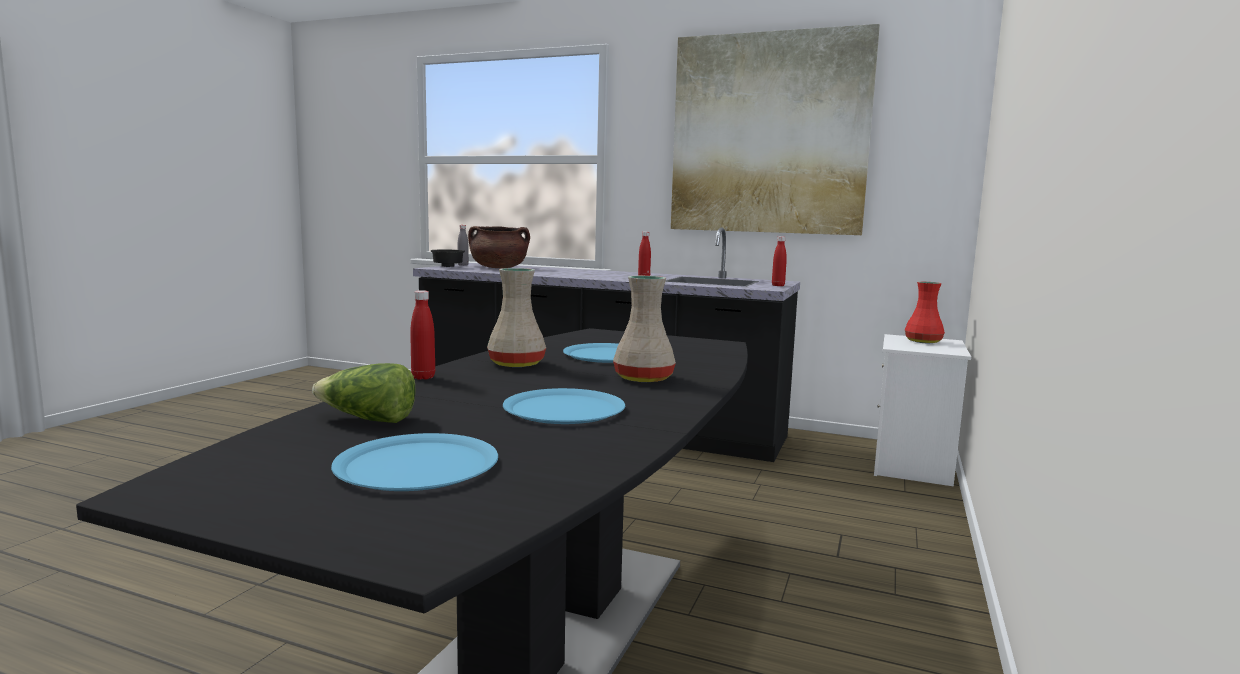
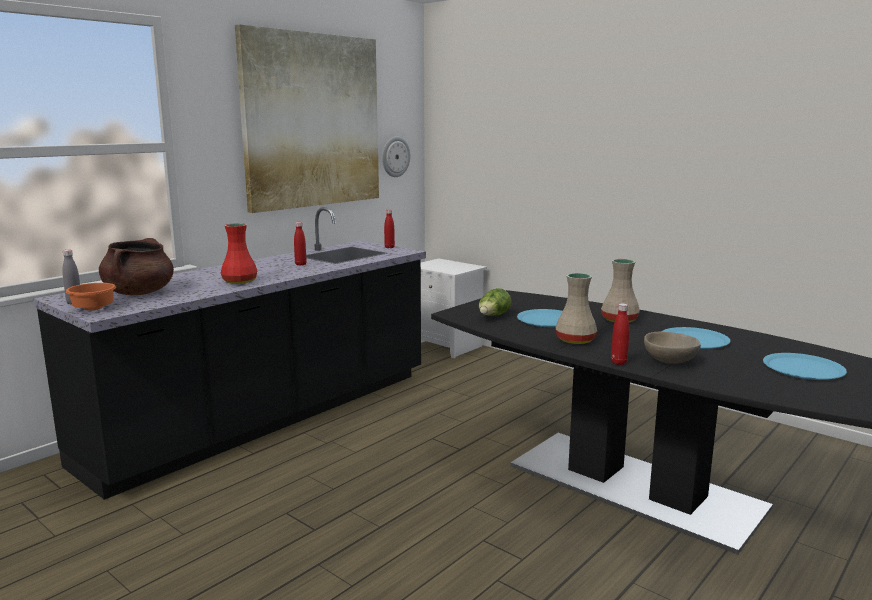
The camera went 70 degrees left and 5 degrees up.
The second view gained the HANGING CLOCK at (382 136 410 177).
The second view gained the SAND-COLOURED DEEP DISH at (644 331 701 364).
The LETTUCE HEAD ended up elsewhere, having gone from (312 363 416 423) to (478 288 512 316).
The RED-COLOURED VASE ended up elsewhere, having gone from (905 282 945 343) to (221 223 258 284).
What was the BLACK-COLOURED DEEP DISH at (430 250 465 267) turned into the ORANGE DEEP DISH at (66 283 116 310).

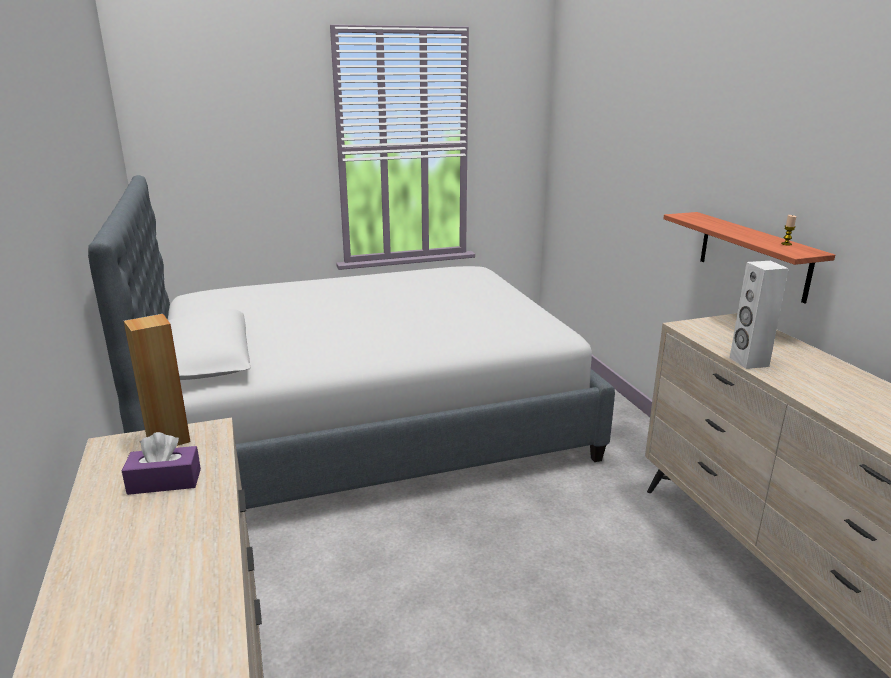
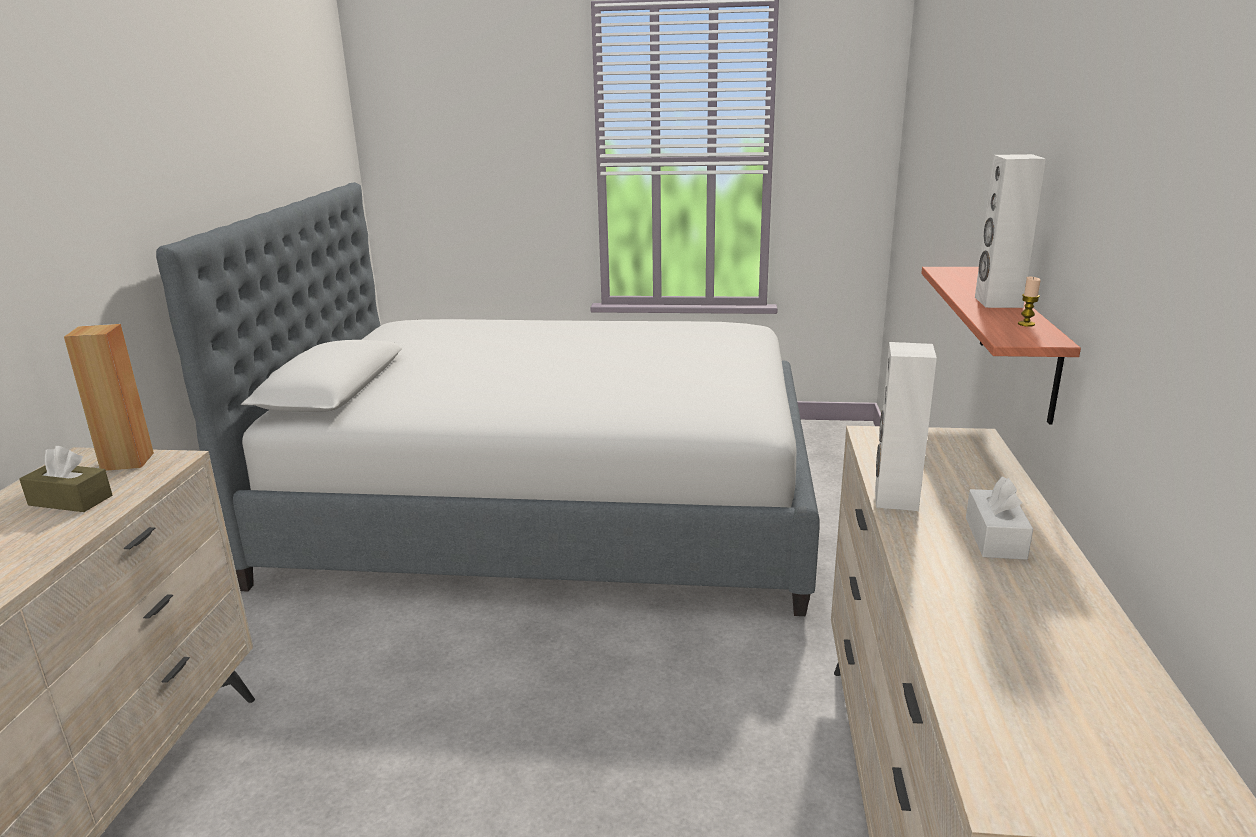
The camera went 25 degrees right and 0 degrees up.
The second view gained the WHITISH BOX OF TISSUES at (966 476 1033 560).
The second view gained the WHITISH AUDIO SPEAKER at (975 154 1046 308).
What was the PURPLE-COLOURED BOX OF TISSUES at (122 432 201 495) turned into the BROWNISH BOX OF TISSUES at (19 446 112 512).

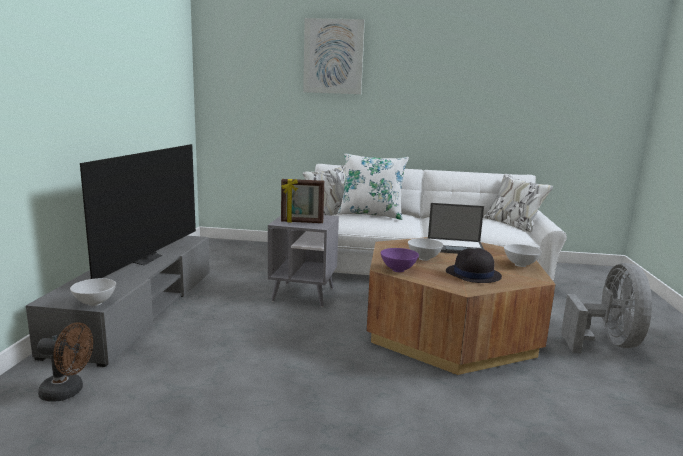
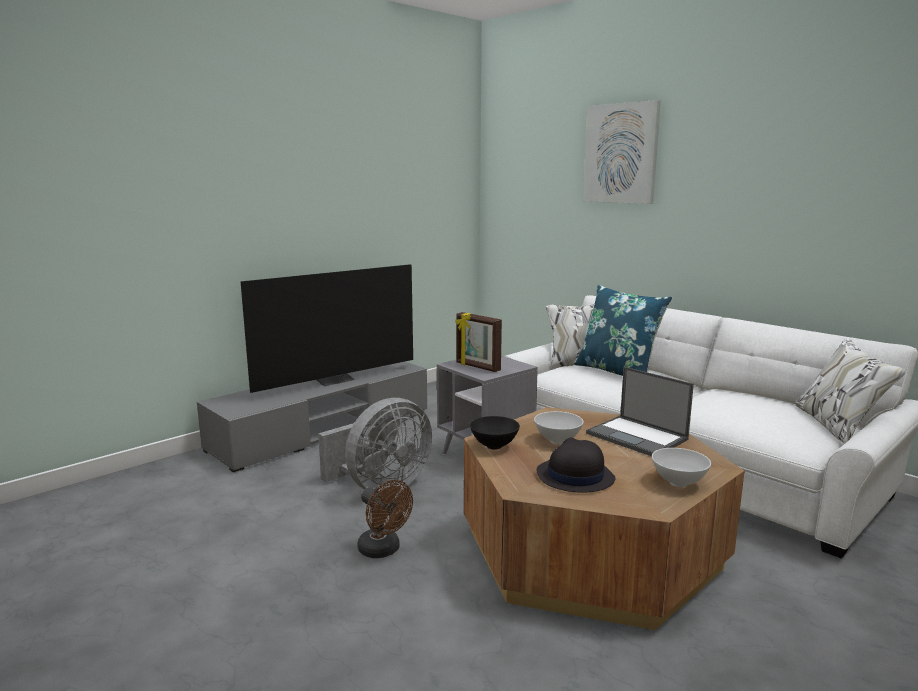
The camera went 40 degrees right and 0 degrees up.
The second view lost the WHITISH DEEP DISH at (70 278 116 306).
The BROWNISH FAN ended up elsewhere, having gone from (37 322 93 402) to (358 480 413 558).
The GRAY FAN ended up elsewhere, having gone from (561 263 652 353) to (318 398 432 491).
What was the WHITISH THROW PILLOW at (337 153 409 220) turned into the BLUISH THROW PILLOW at (574 285 672 376).
What was the PURPLE-COLOURED DEEP DISH at (381 248 419 272) turned into the BLACK-COLOURED DEEP DISH at (470 416 520 450).

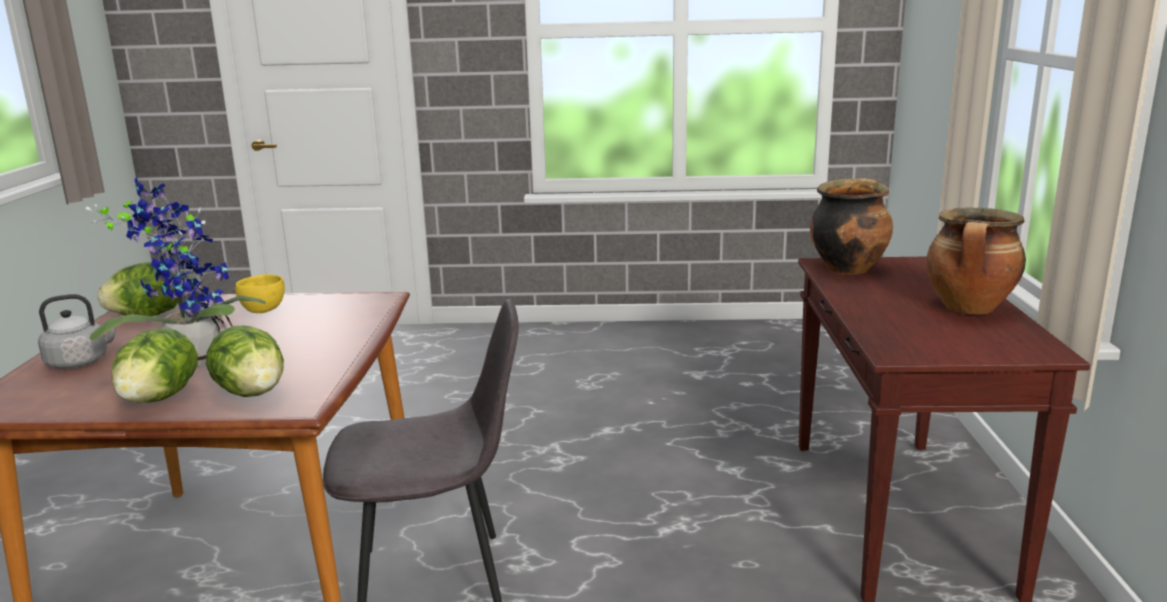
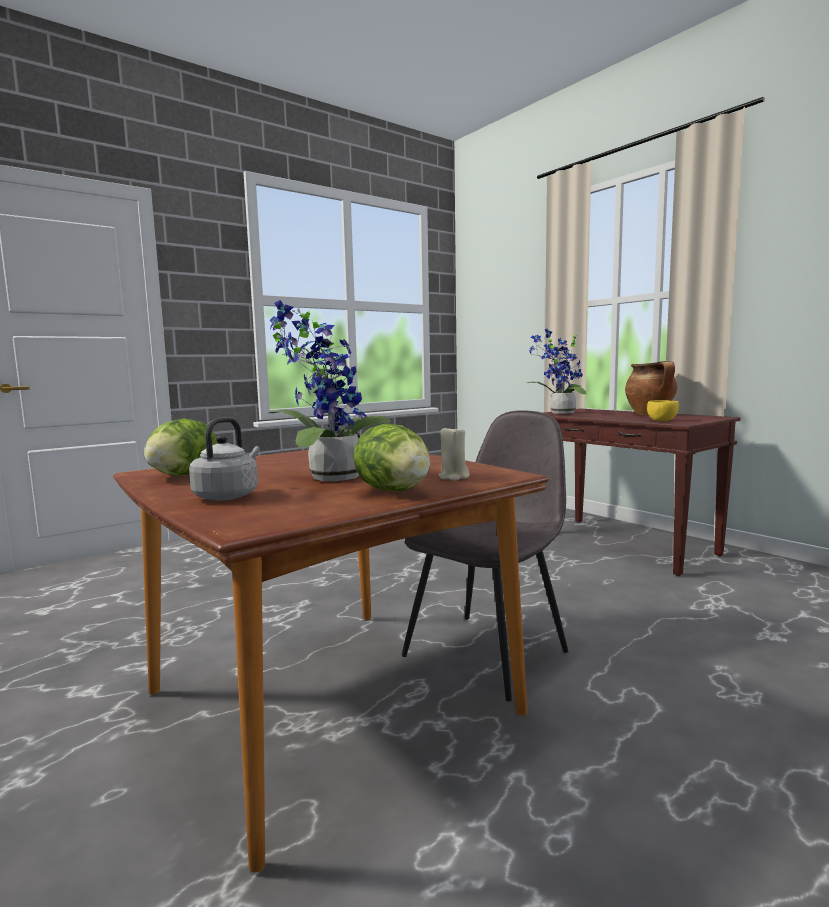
The camera went 40 degrees left and 10 degrees down.
The YELLOW DEEP DISH ended up elsewhere, having gone from (235 274 285 313) to (647 400 679 421).
Where the LETTUCE HEAD stood at (206 326 284 397), the SAND-COLOURED WAX LIGHT came to stand at (439 425 470 481).
Where the COOKING POT stood at (810 178 893 275), the PLANT IN A POT came to stand at (527 329 586 414).

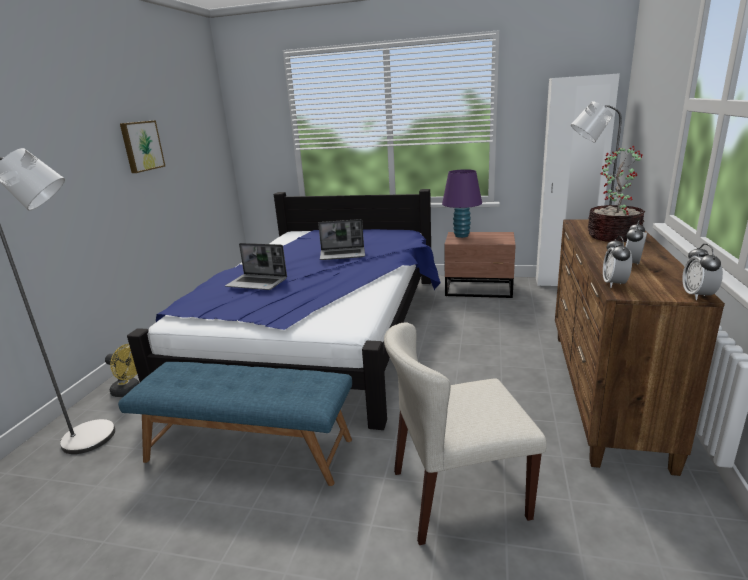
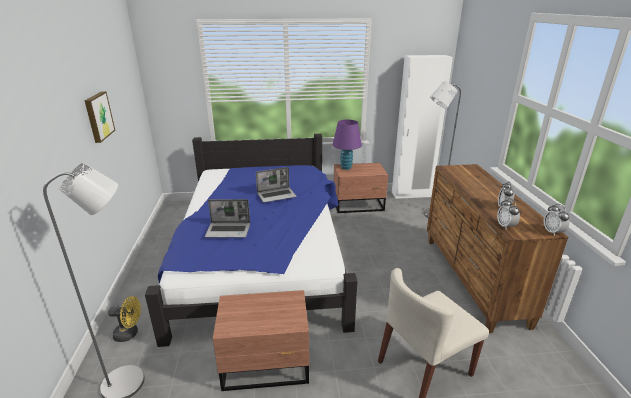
The camera went 20 degrees left and 5 degrees up.
The second view lost the PLANT IN A POT at (588 146 645 242).
Where the BLUISH INDOOR BENCH stood at (118 362 352 486), the BROWNISH NIGHT TABLE came to stand at (213 290 309 391).

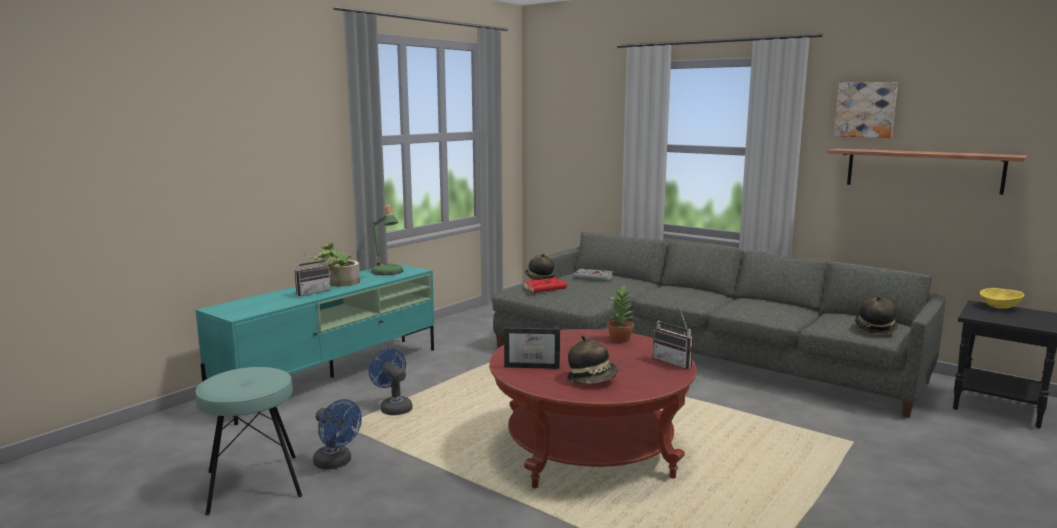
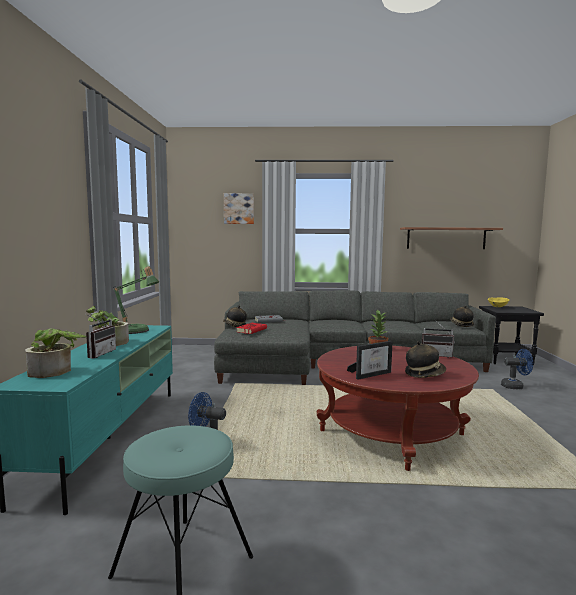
The camera went 35 degrees left and 5 degrees down.
The second view gained the PLANT IN A POT at (25 328 86 378).
The BLUISH FAN ended up elsewhere, having gone from (313 399 362 470) to (501 349 533 389).
The WALL PICTURE ended up elsewhere, having gone from (834 82 898 138) to (224 193 254 224).

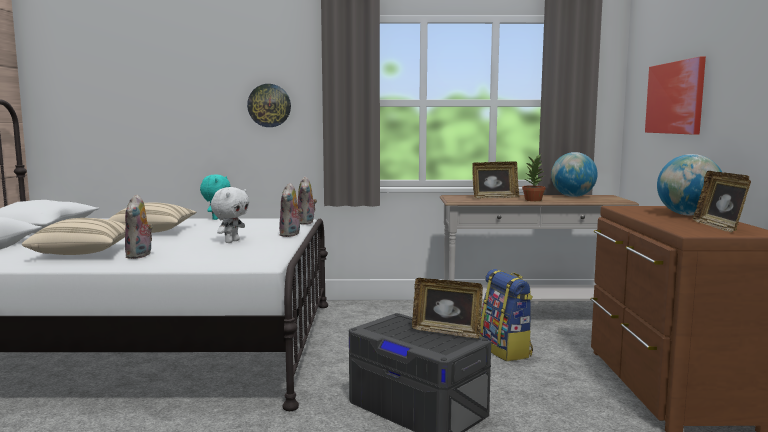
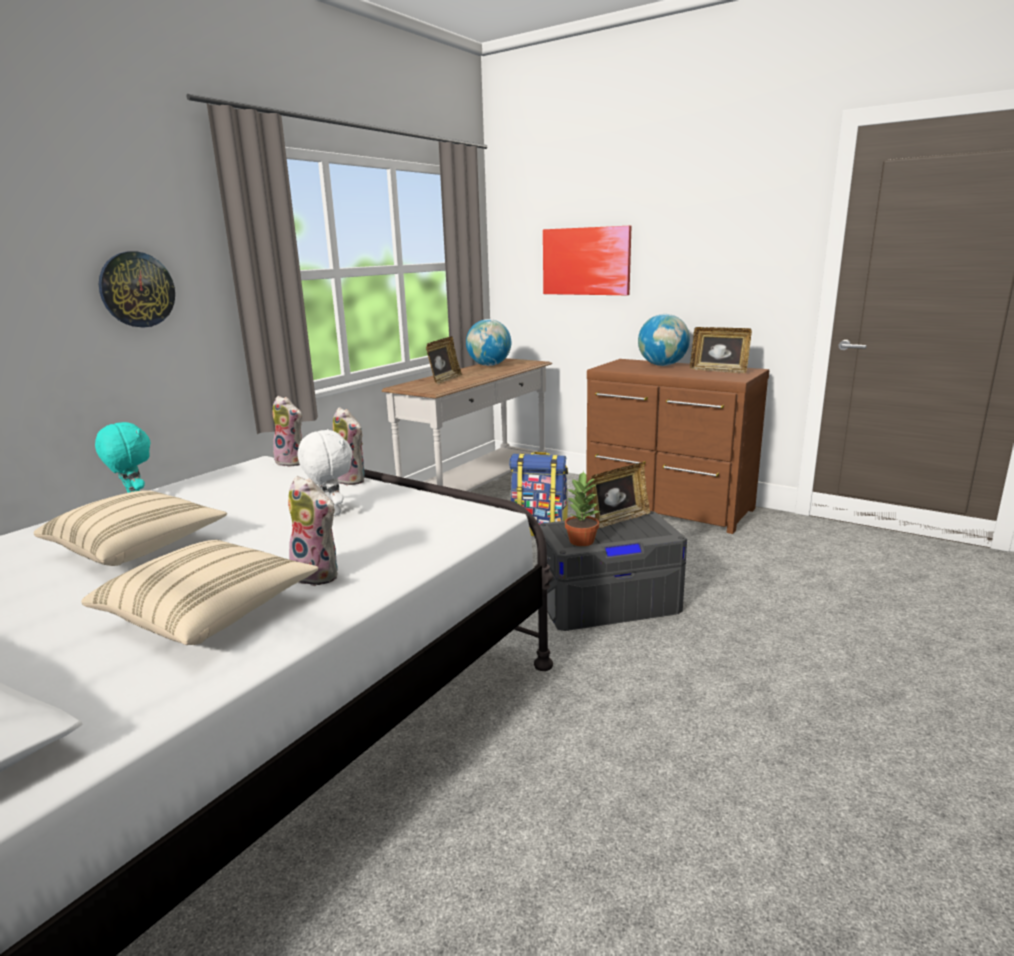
The camera went 55 degrees left and 10 degrees up.
The PLANT IN A POT ended up elsewhere, having gone from (522 154 546 201) to (565 471 600 546).

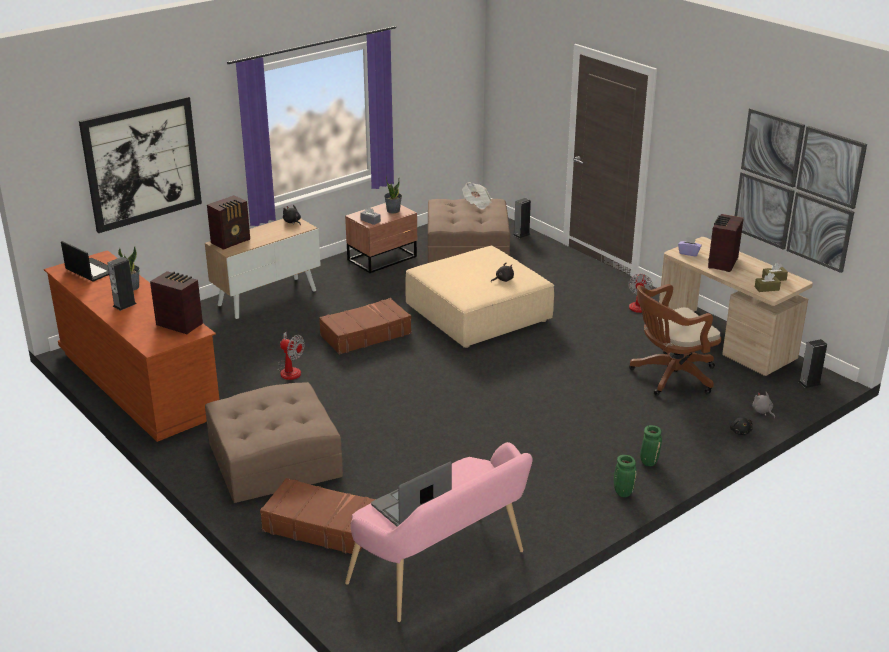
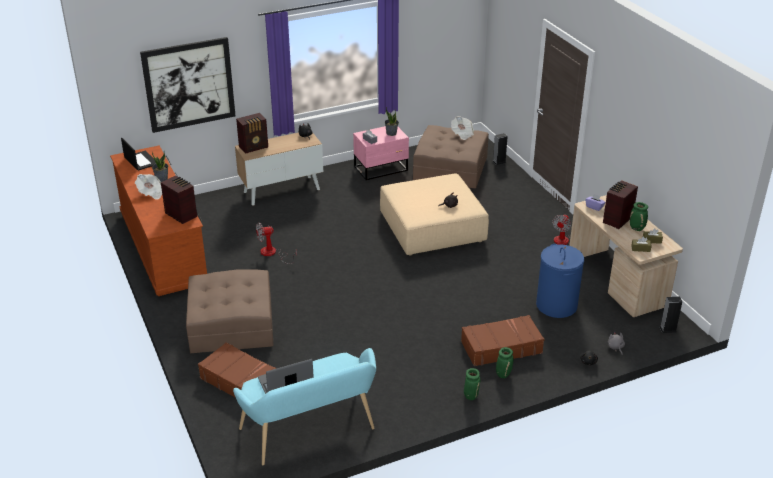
The camera went 15 degrees right and 5 degrees up.
The second view lost the WALL PICTURE at (735 108 867 273).
The second view gained the GREEN-COLOURED VASE at (630 202 648 231).
The BROWNISH TRAVEL CASE ended up elsewhere, having gone from (319 298 412 354) to (461 315 544 366).
Where the AUDIO SPEAKER stood at (107 257 137 311), the NEWSPAPER came to stand at (135 174 162 200).
Where the BROWNISH OFFICE CHAIR stood at (629 284 721 396), the BLUISH WASHING BASKET came to stand at (536 244 584 318).
What was the BROWNISH NIGHT TABLE at (345 203 417 273) turned into the PINKISH NIGHT TABLE at (353 126 409 180).
What was the PINKISH INDOOR BENCH at (345 442 533 622) turned into the BLUE-GREEN INDOOR BENCH at (233 348 376 465).
The FAN at (278 332 305 380) ended up facing another way, 120 degrees clockwise from before.

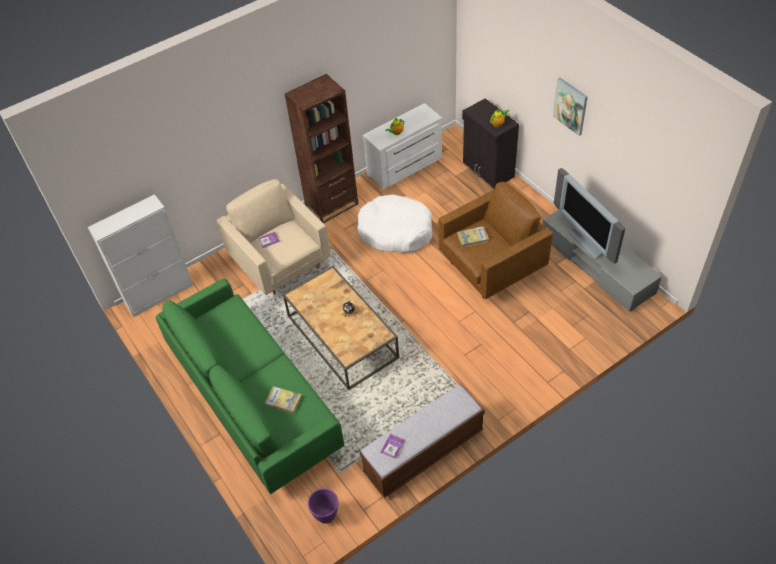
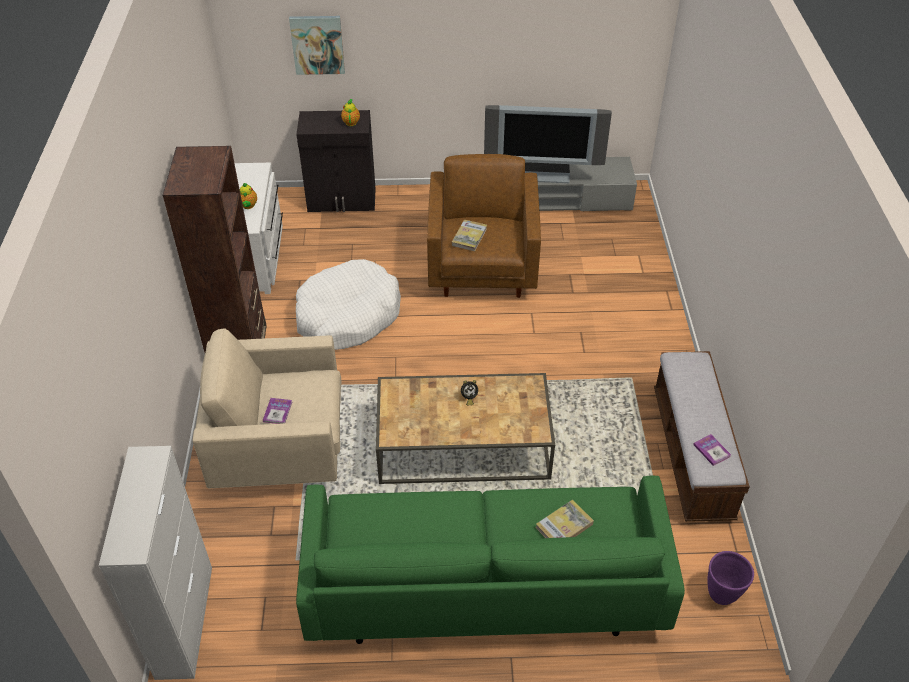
The camera went 60 degrees left and 5 degrees down.
The WALL PICTURE ended up elsewhere, having gone from (553 78 587 136) to (289 16 345 75).

